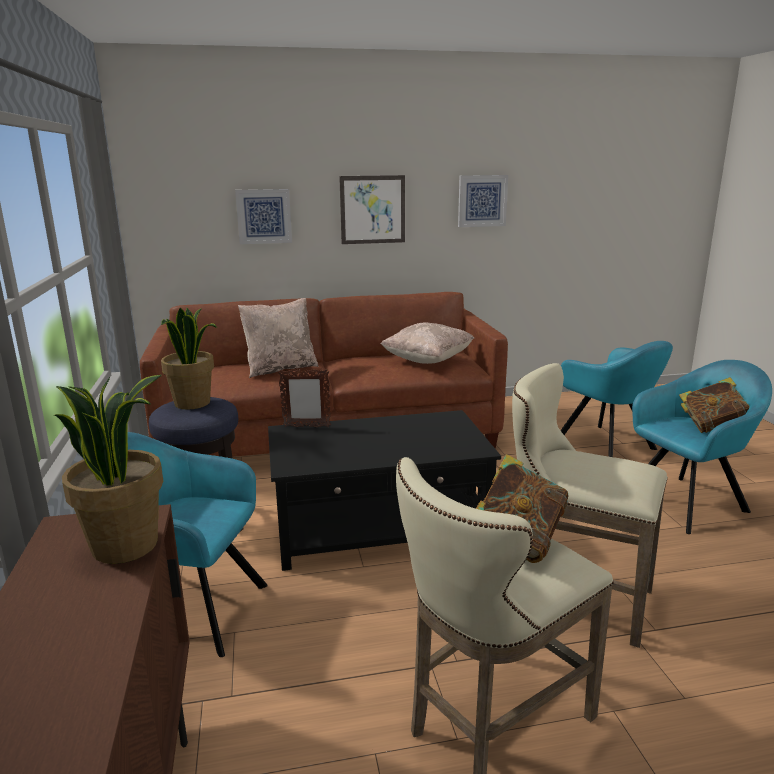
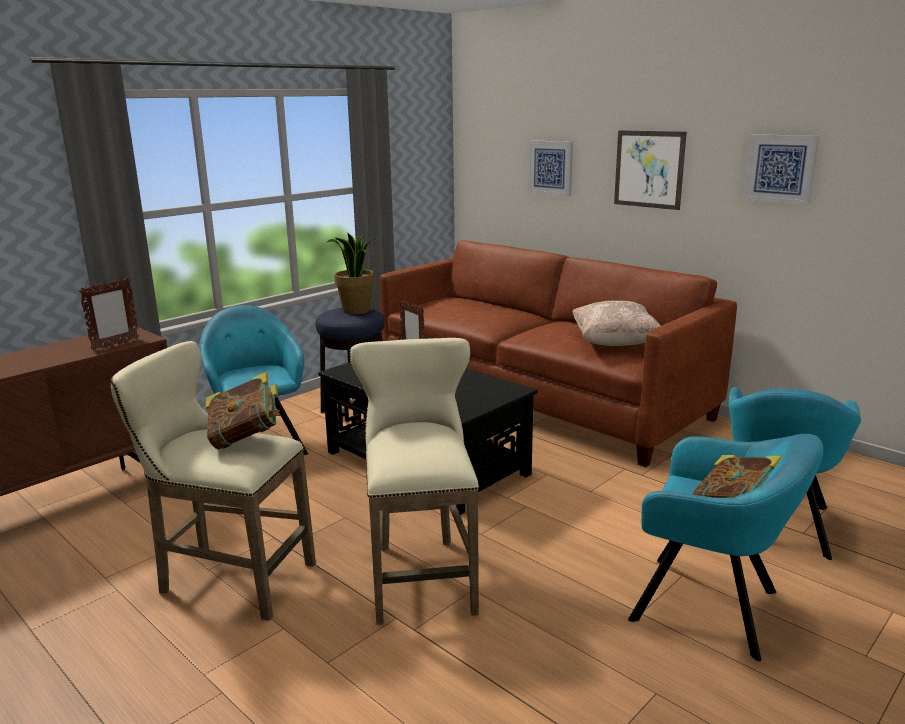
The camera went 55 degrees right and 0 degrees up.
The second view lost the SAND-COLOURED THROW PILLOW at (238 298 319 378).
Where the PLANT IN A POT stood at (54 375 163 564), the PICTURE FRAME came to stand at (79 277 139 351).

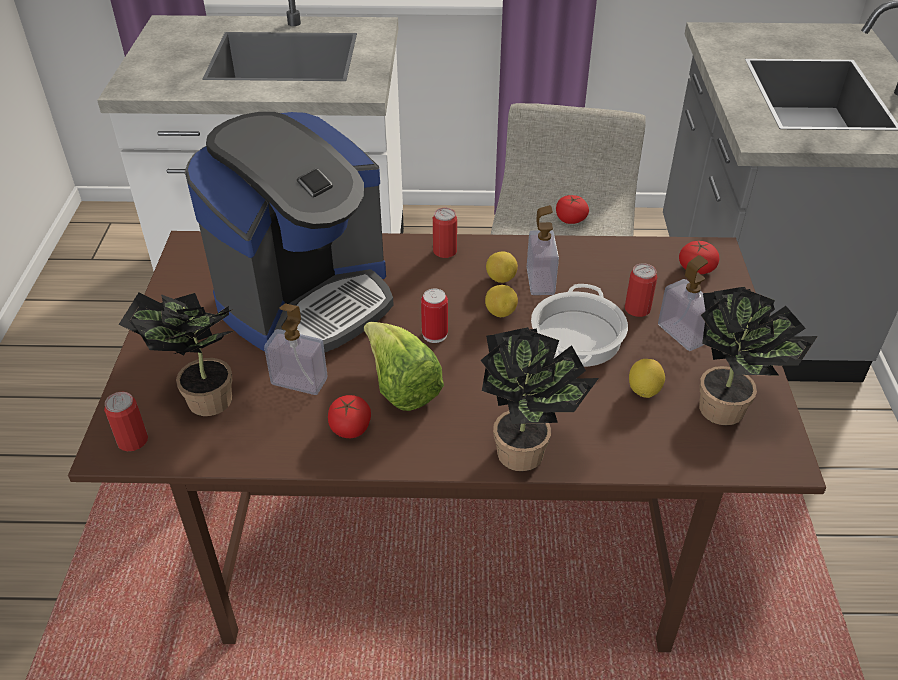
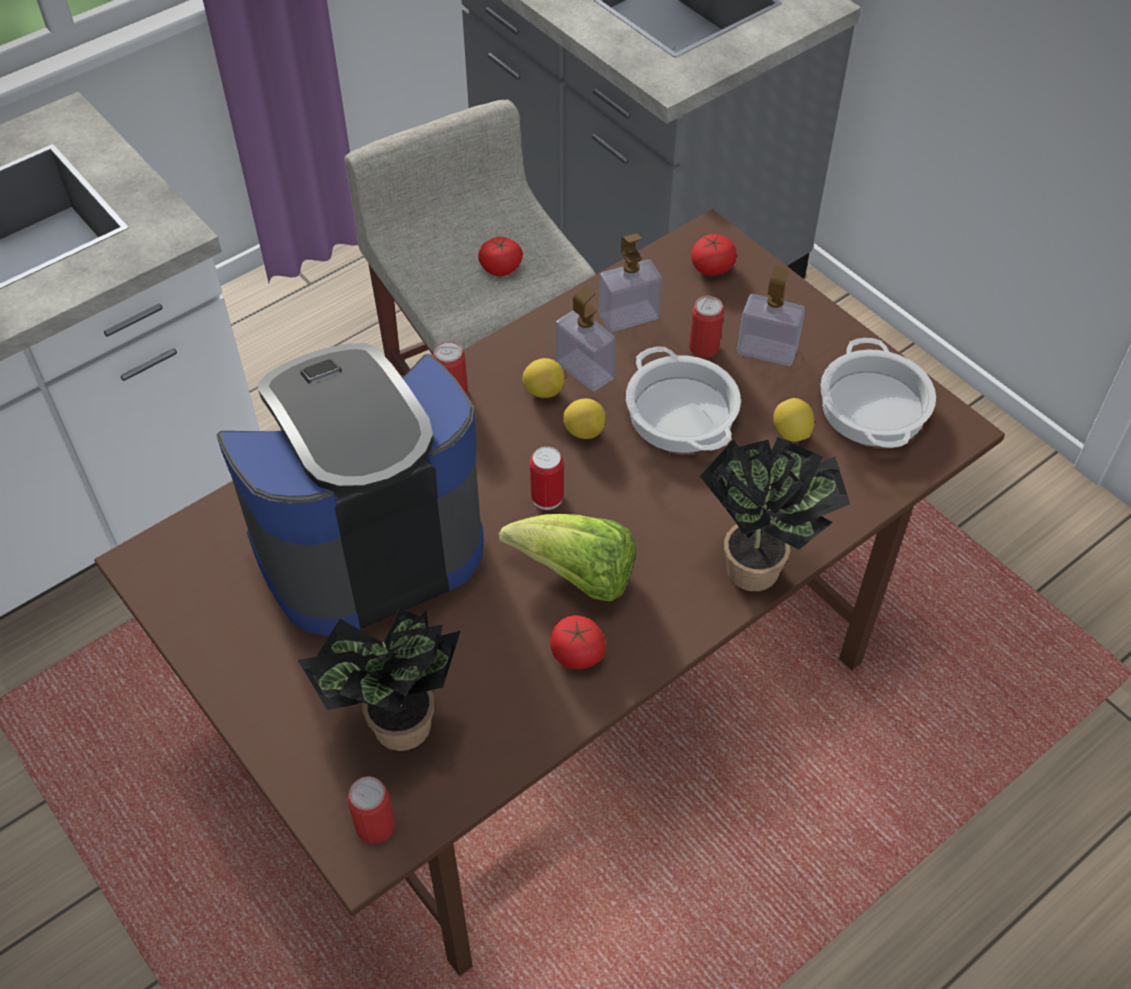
The camera went 40 degrees left and 10 degrees up.
The LIQUID SOAP BOTTLE ended up elsewhere, having gone from (264 303 327 395) to (599 233 662 332).
Where the PLANT IN A POT stood at (699 287 818 426), the COOKING POT came to stand at (820 338 936 448).
The COFFEE MAKER at (185 112 394 352) ended up facing another way, 120 degrees counterclockwise from before.

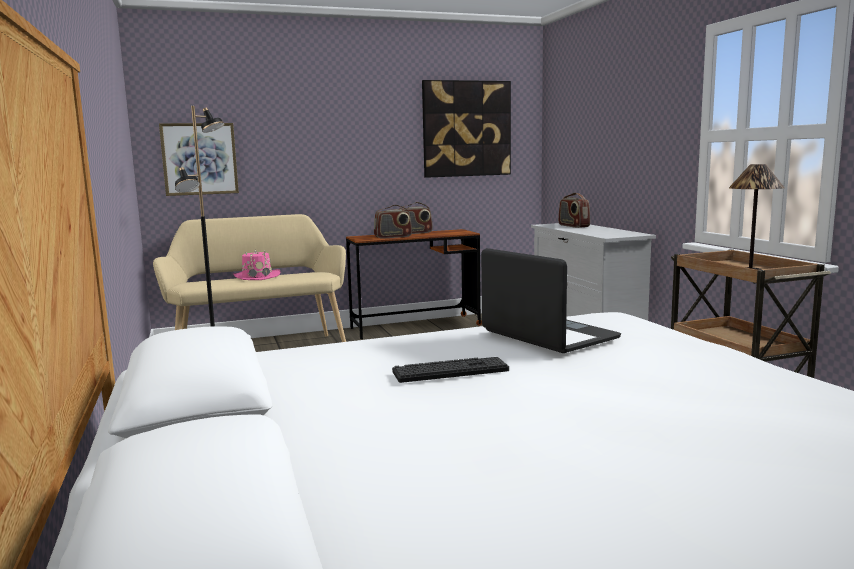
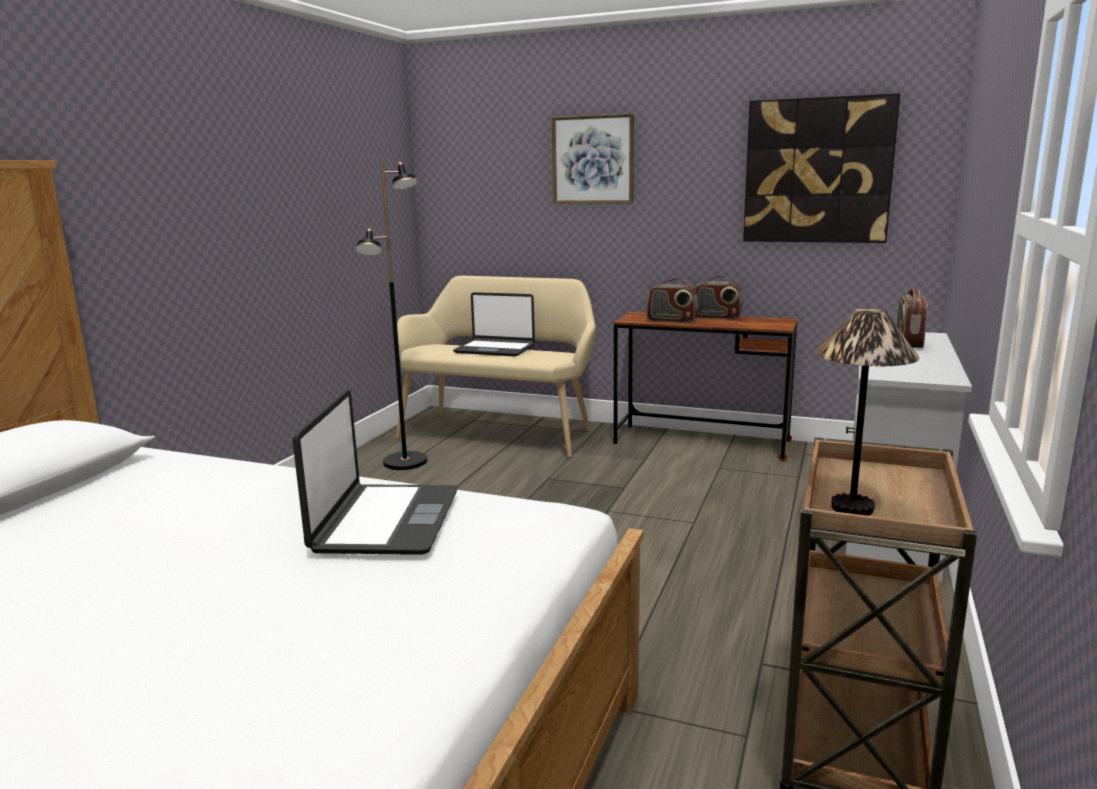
The camera went 40 degrees right and 5 degrees up.
The second view lost the COMPUTER KEYBOARD at (392 357 509 383).
The WALL PICTURE ended up elsewhere, having gone from (159 123 239 196) to (552 113 634 204).
Where the PINKISH WEARABLE HAT stood at (233 249 281 280), the PORTABLE COMPUTER came to stand at (453 292 535 356).

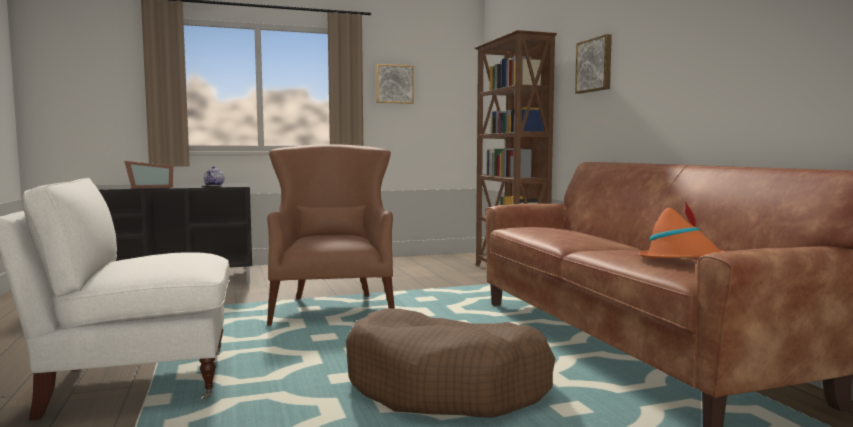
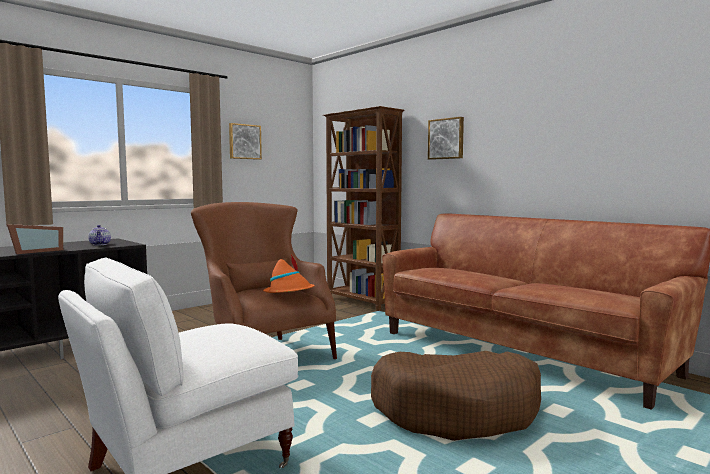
The camera went 25 degrees left and 0 degrees up.
The ORANGE WEARABLE HAT ended up elsewhere, having gone from (638 201 725 258) to (263 254 315 293).

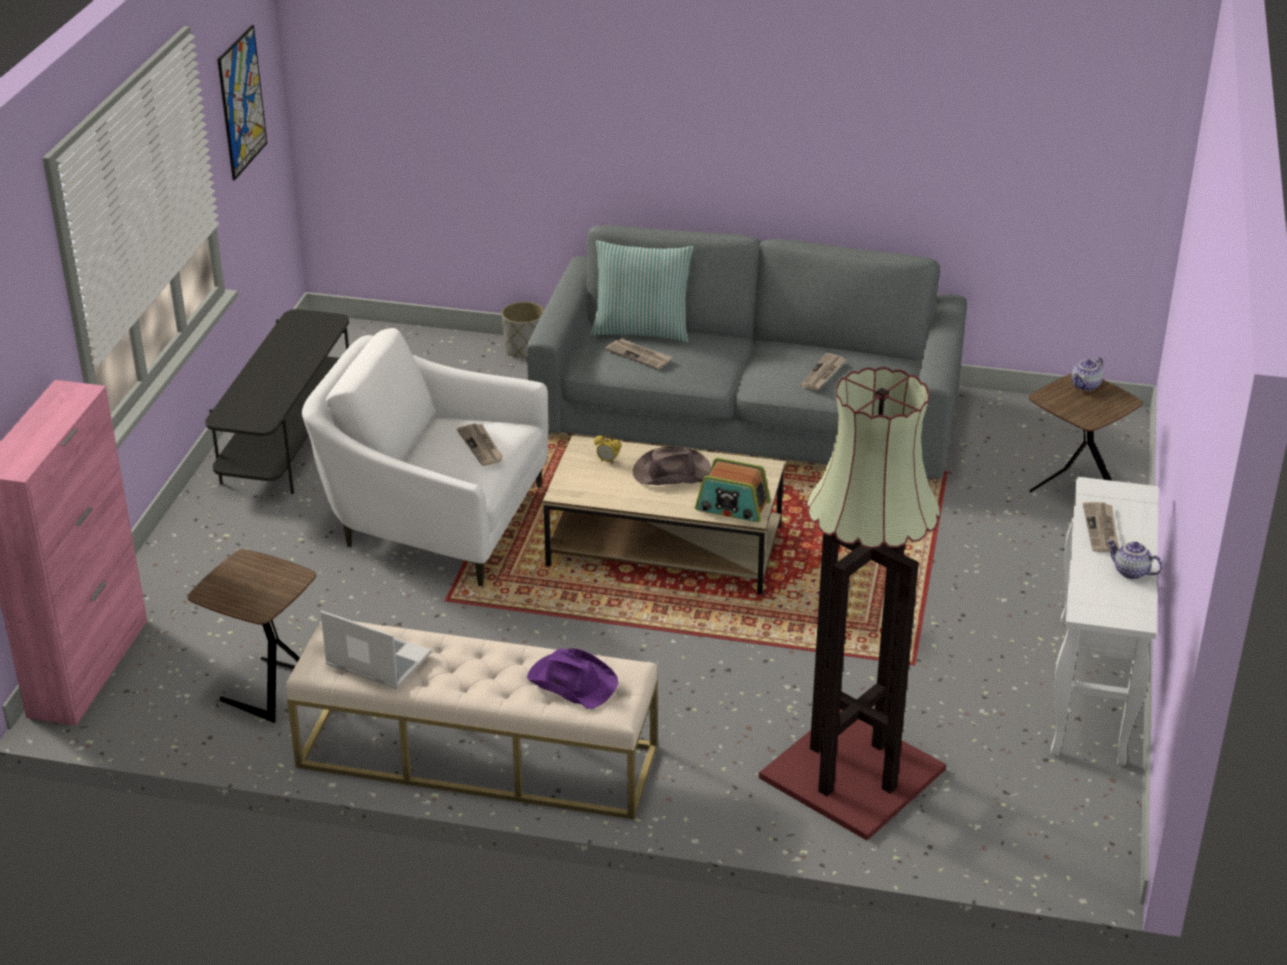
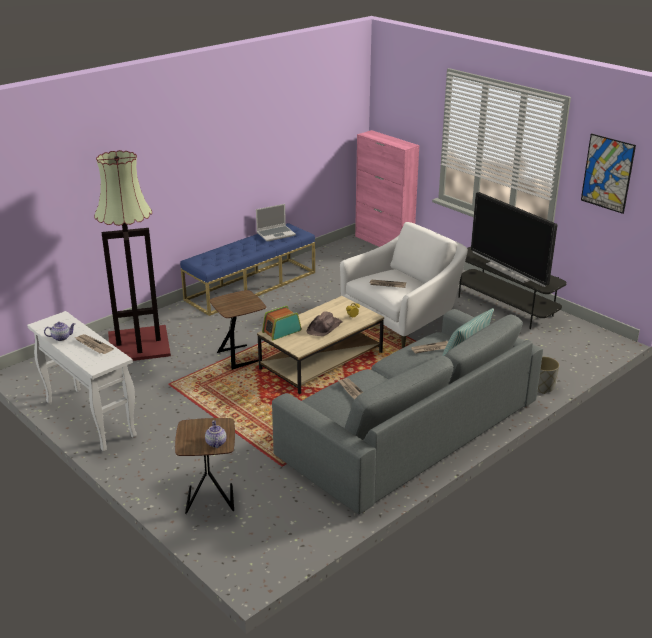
The camera went 125 degrees right and 5 degrees down.
The second view lost the PURPLE-COLOURED WEARABLE HAT at (527 648 618 709).
The second view gained the TV SET at (471 192 557 287).
The BROWNISH END TABLE ended up elsewhere, having gone from (188 549 316 723) to (209 290 266 370).
What was the SAND-COLOURED INDOOR BENCH at (286 621 658 820) turned into the BLUISH INDOOR BENCH at (180 223 315 316).

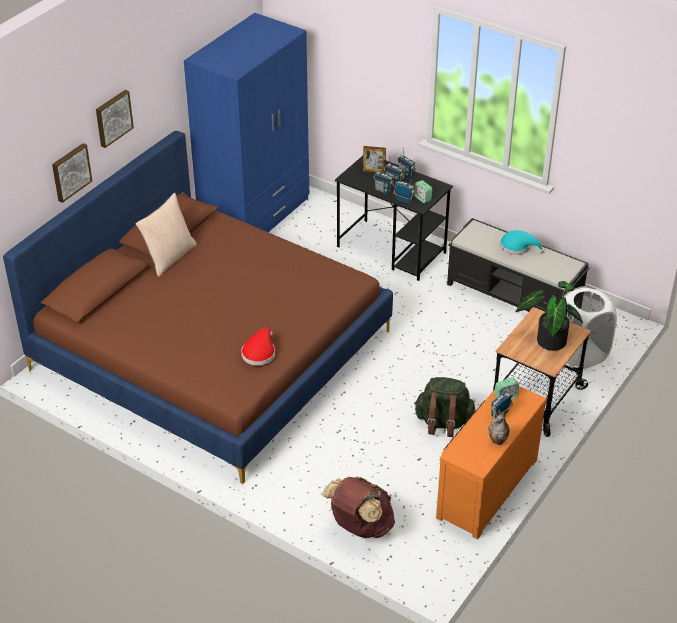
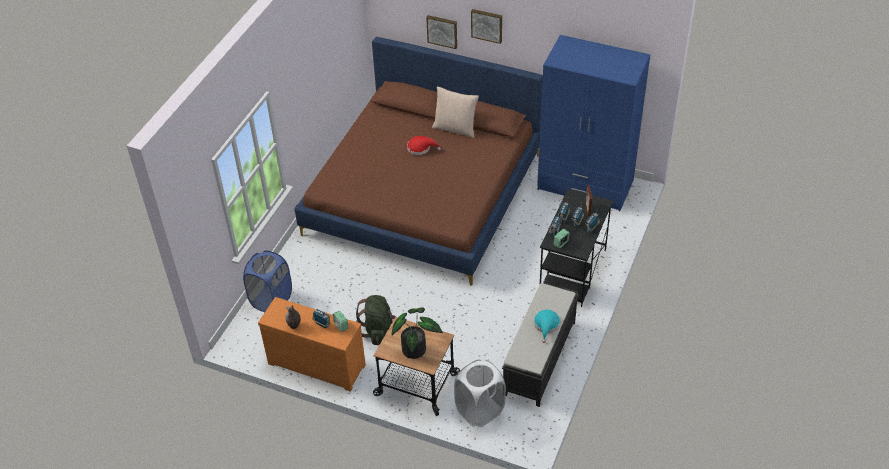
The camera went 80 degrees right and 5 degrees up.
The RED-COLOURED WEARABLE HAT ended up elsewhere, having gone from (241 327 275 366) to (407 136 441 155).
Where the BROWNISH KNAPSACK stood at (322 477 395 538), the BLUISH WASHING BASKET came to stand at (243 250 292 312).

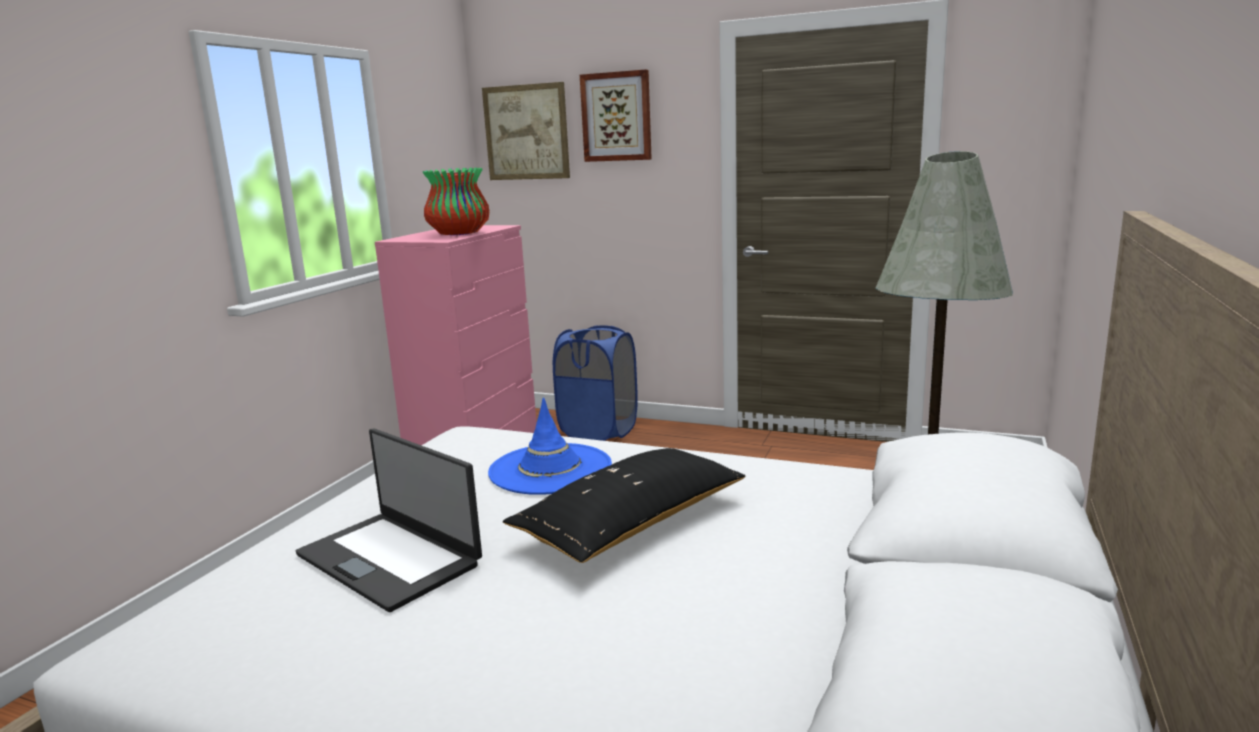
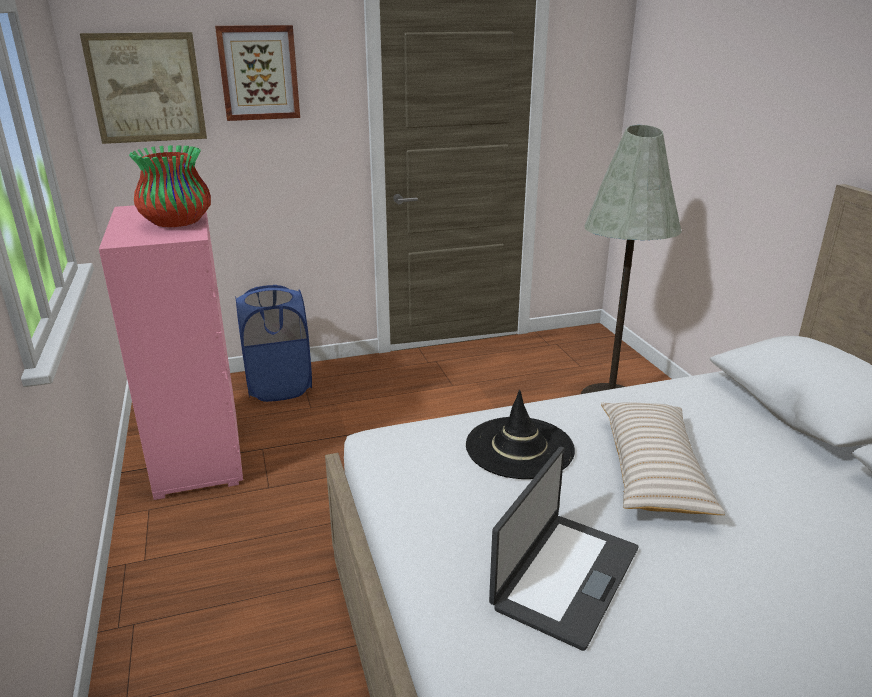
The camera went 40 degrees left and 10 degrees up.
What was the BLUISH WEARABLE HAT at (488 397 612 495) turned into the BLACK-COLOURED WEARABLE HAT at (466 390 575 479).
What was the BLACK-COLOURED THROW PILLOW at (503 448 746 563) turned into the SAND-COLOURED THROW PILLOW at (601 402 725 515).
The PORTABLE COMPUTER at (296 428 482 612) ended up facing another way, 60 degrees counterclockwise from before.

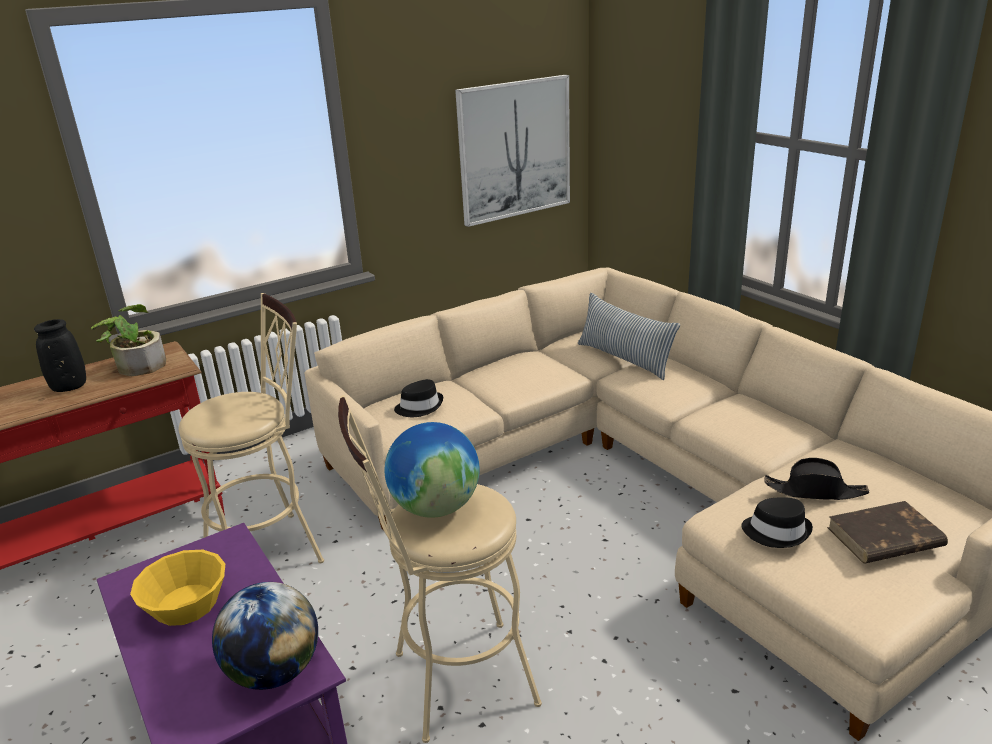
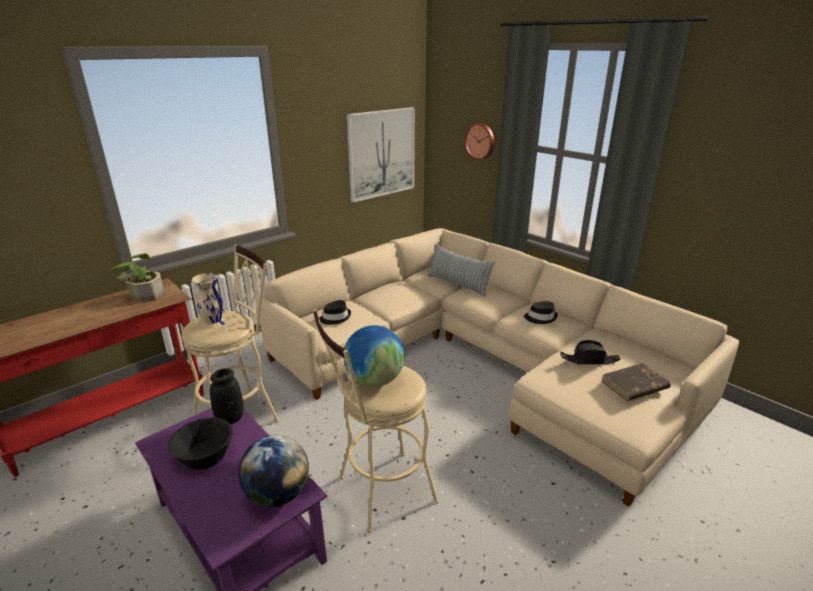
The camera went 10 degrees left and 0 degrees up.
The second view gained the SAND-COLOURED VASE at (191 273 226 329).
The second view gained the HANGING CLOCK at (464 123 494 160).
The BLACK-COLOURED VASE ended up elsewhere, having gone from (34 319 86 392) to (210 368 244 424).
The BLACK-COLOURED WEARABLE HAT ended up elsewhere, having gone from (741 498 813 548) to (524 301 558 324).
What was the YELLOW DEEP DISH at (130 550 225 626) turned into the BLACK-COLOURED DEEP DISH at (168 417 233 470).

